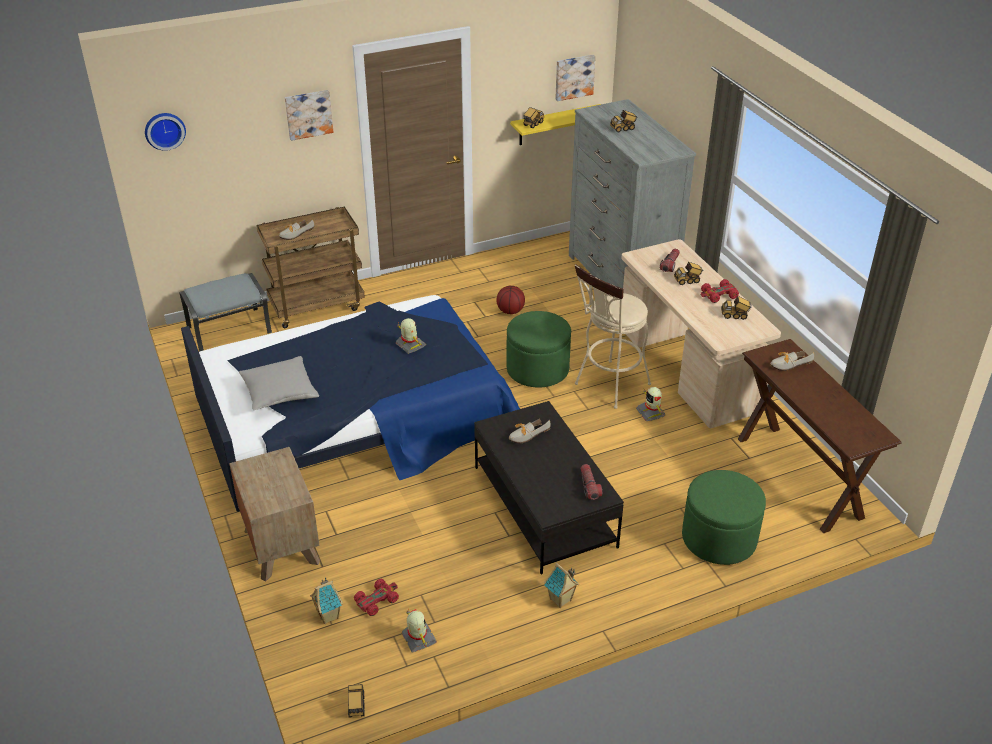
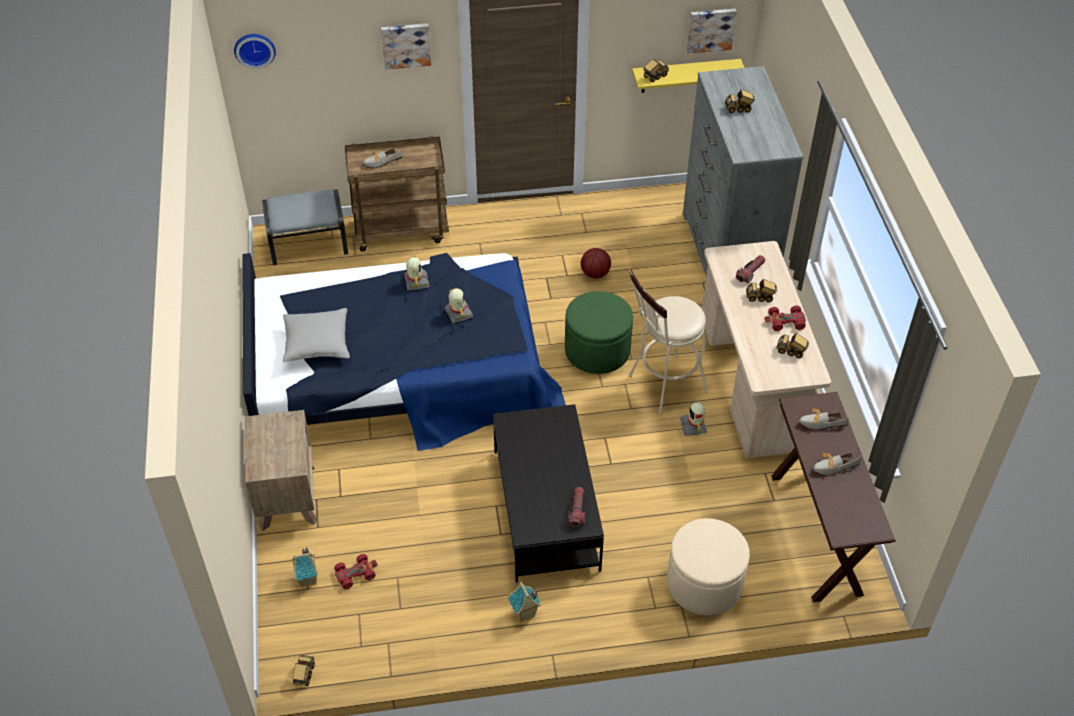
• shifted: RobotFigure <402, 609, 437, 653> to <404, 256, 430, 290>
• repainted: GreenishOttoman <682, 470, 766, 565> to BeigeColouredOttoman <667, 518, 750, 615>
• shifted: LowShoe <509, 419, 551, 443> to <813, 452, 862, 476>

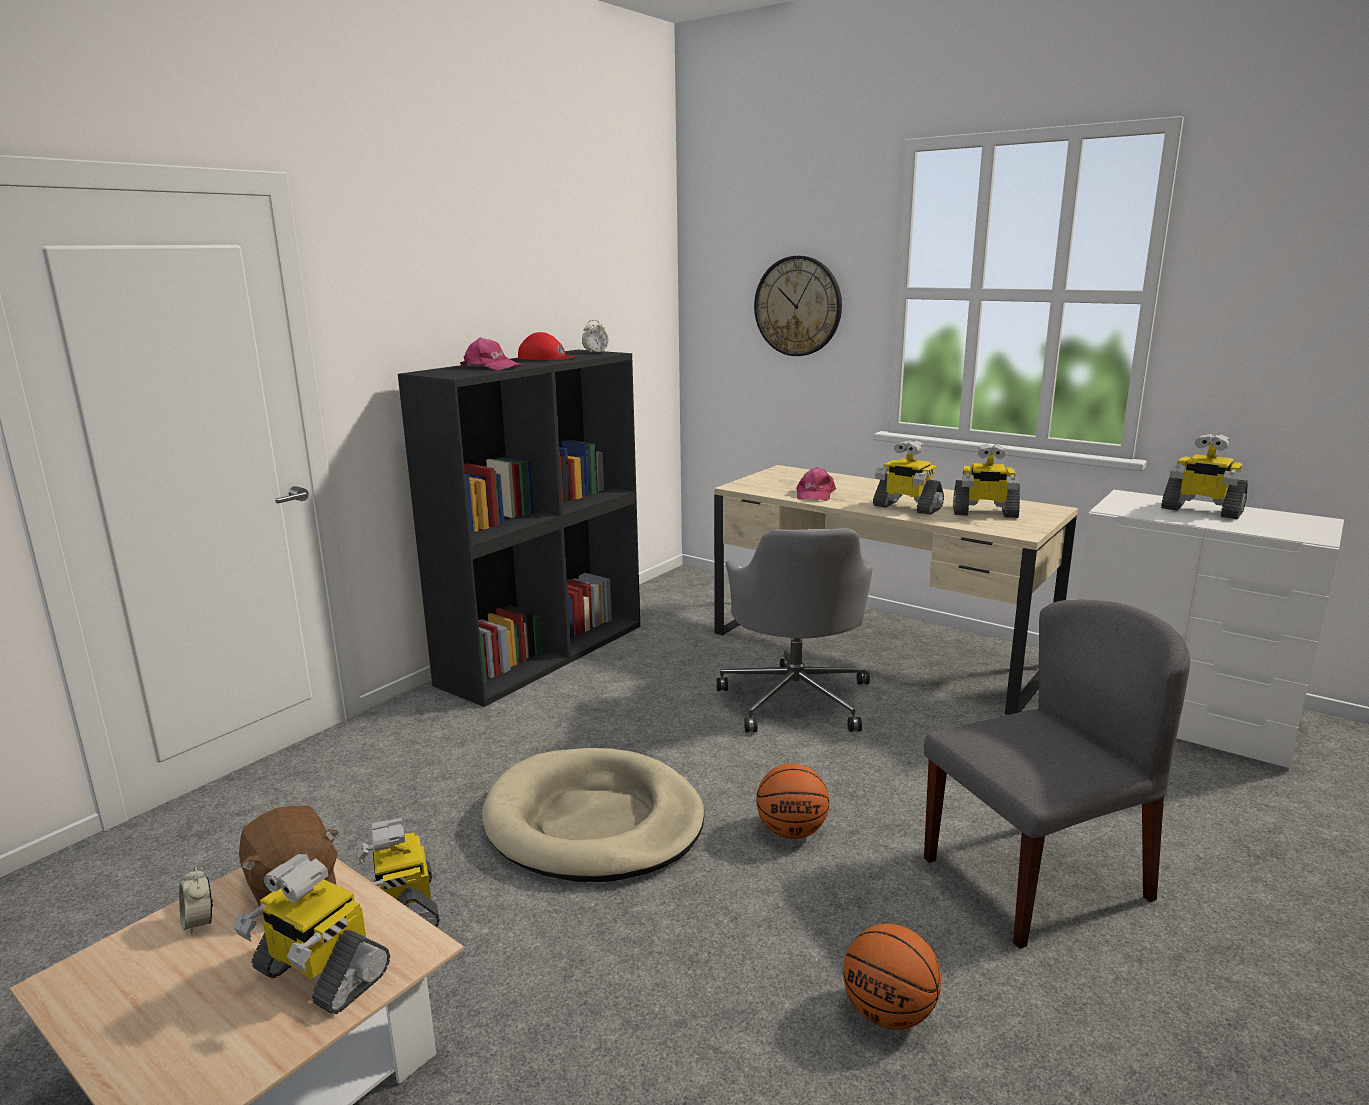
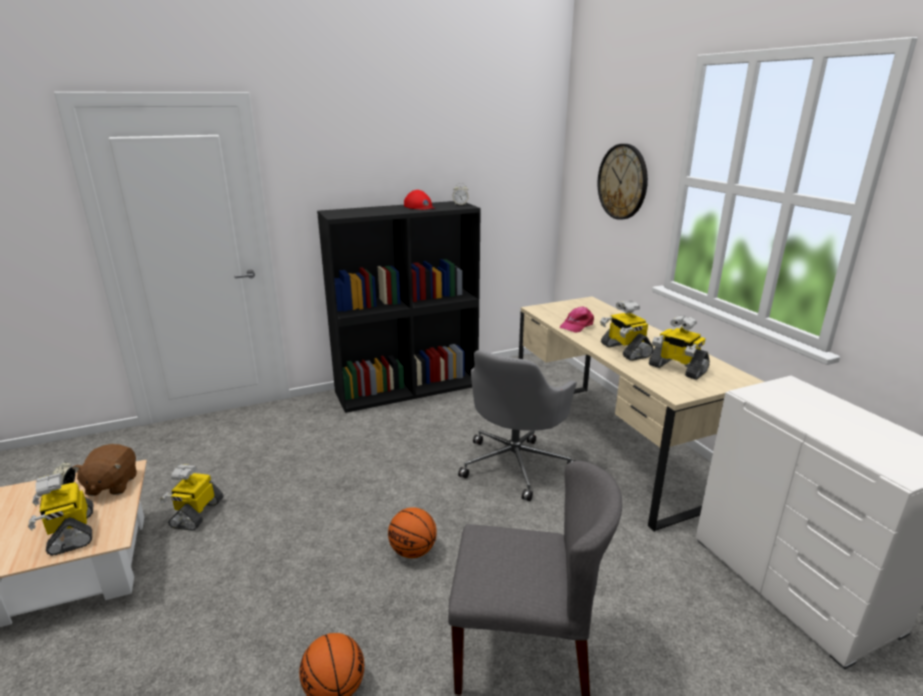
• gone: PinkColouredCap <460, 338, 521, 370>
• gone: BeigeColouredDogCushion <482, 748, 705, 882>
• gone: RobotFigure <1161, 433, 1248, 519>

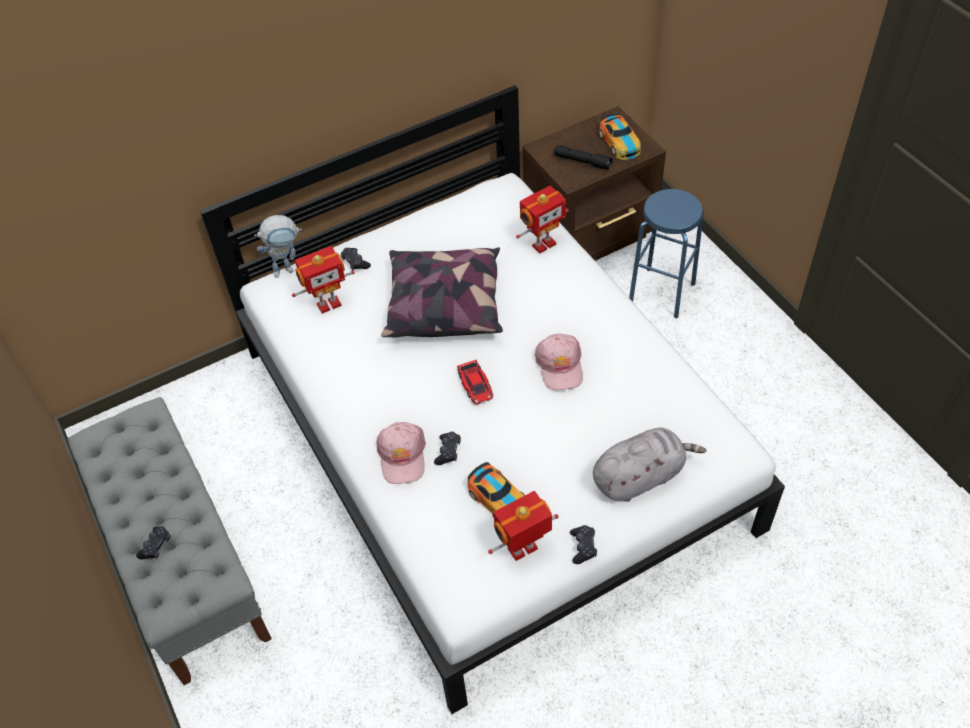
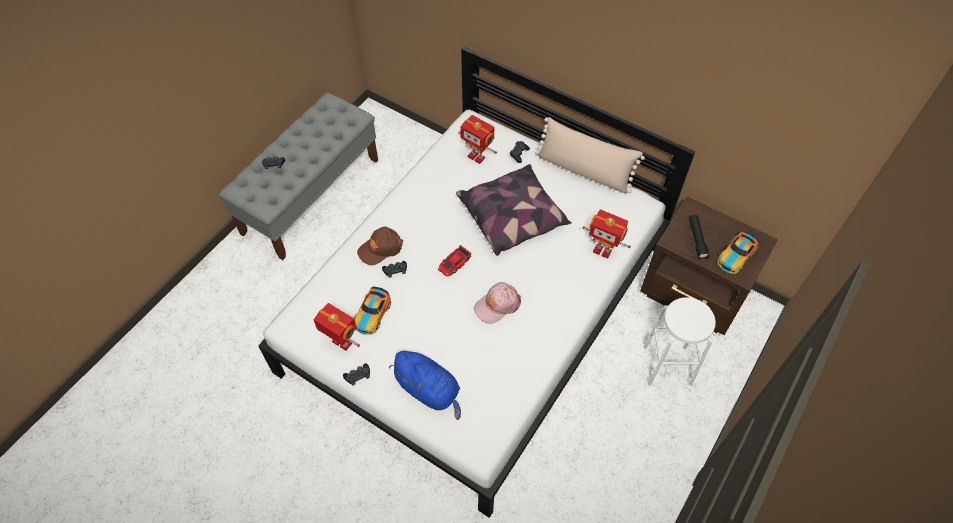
• repainted: PinkColouredCap <376, 422, 426, 484> to BrownishCap <357, 227, 403, 265>
• repainted: GrayPlushToy <593, 427, 706, 502> to BlueColouredPlushToy <389, 351, 461, 420>
• new: BeigeColouredCushion <535, 117, 645, 194>
• repainted: BlueColouredSittingStool <629, 189, 704, 319> to WhitishSittingStool <643, 297, 716, 386>
• gone: RobotFigure <254, 215, 302, 278>

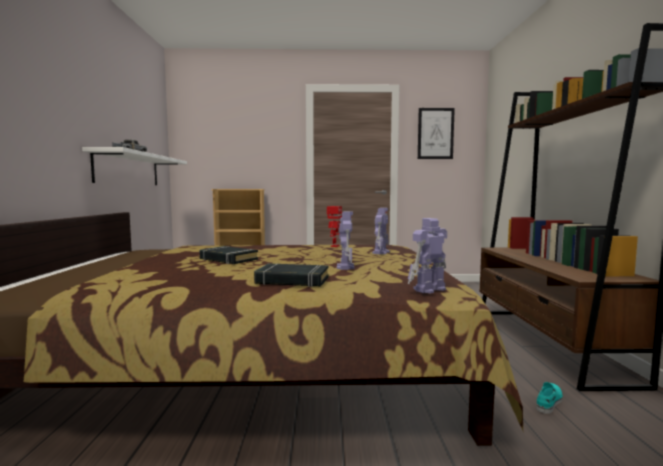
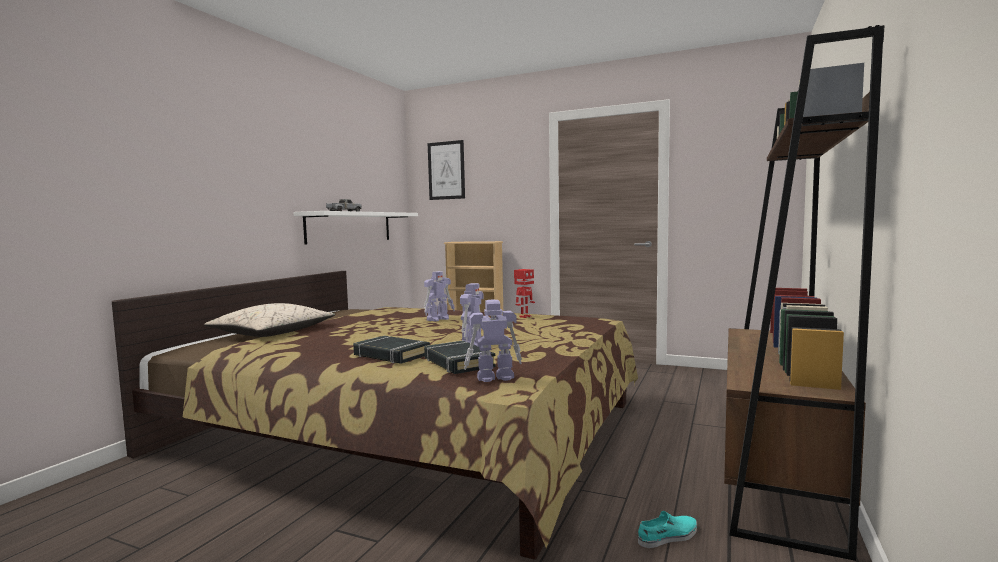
• new: BeigeColouredCushion <204, 303, 335, 337>
• shifted: RobotFigure <372, 208, 390, 254> to <424, 271, 455, 321>
• shifted: BlackBook <200, 246, 258, 264> to <424, 341, 496, 374>
• shifted: Picture <418, 108, 455, 159> to <428, 140, 465, 200>

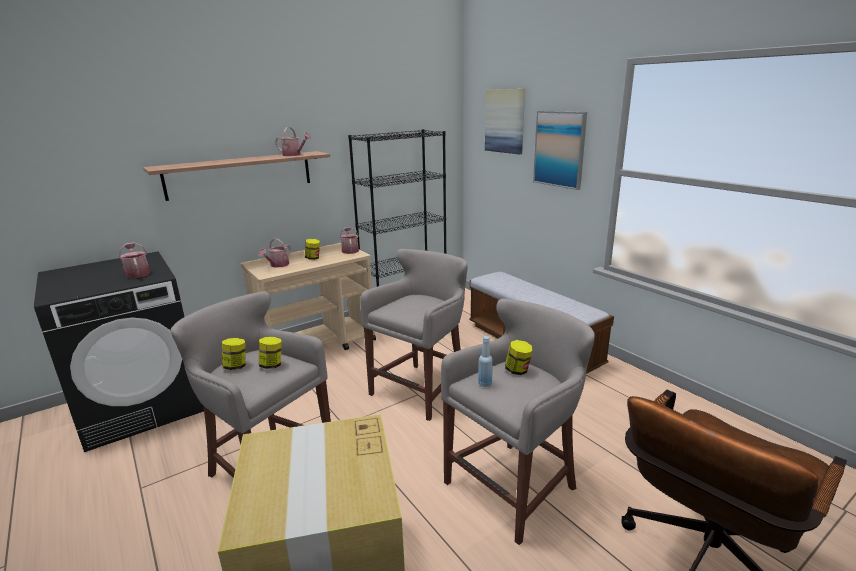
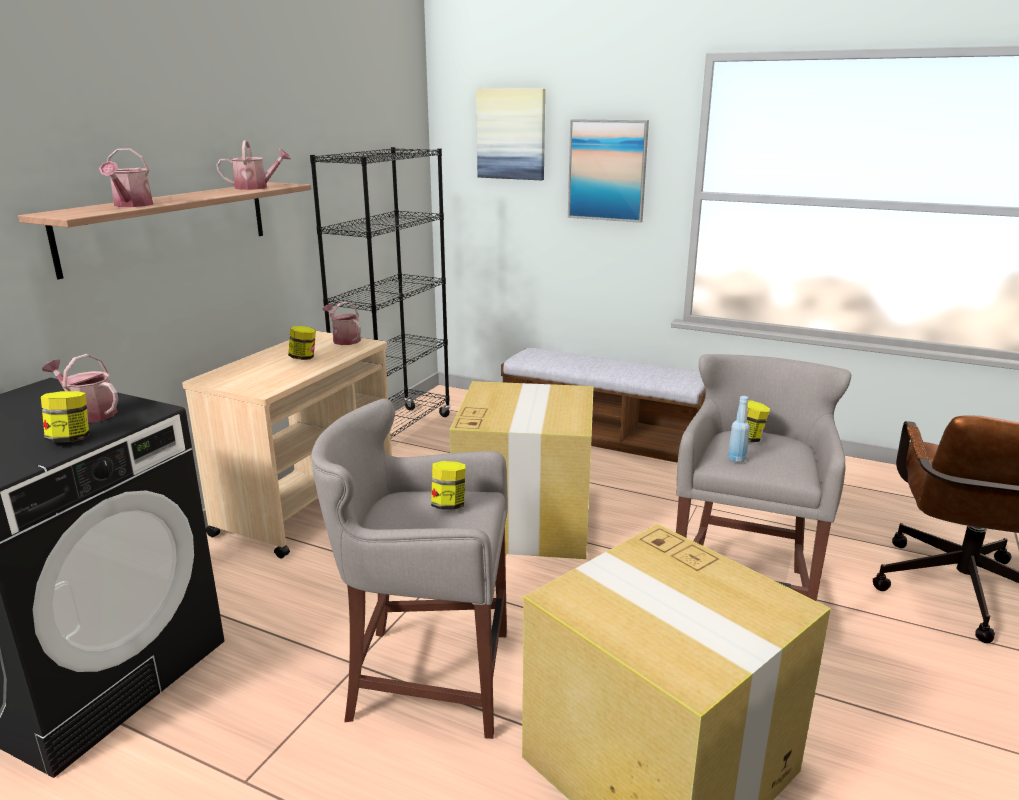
• shifted: StorageJar <222, 338, 245, 370> to <41, 391, 89, 443>
• shifted: WateringPot <258, 239, 291, 268> to <99, 148, 153, 207>
• swapped: GraySittingStool <360, 249, 468, 421> to Carton <450, 381, 594, 559>

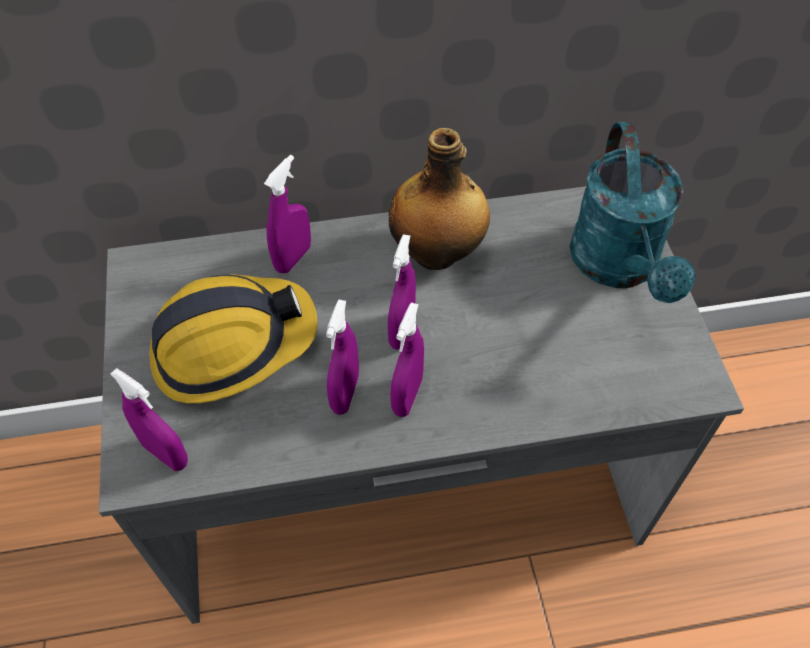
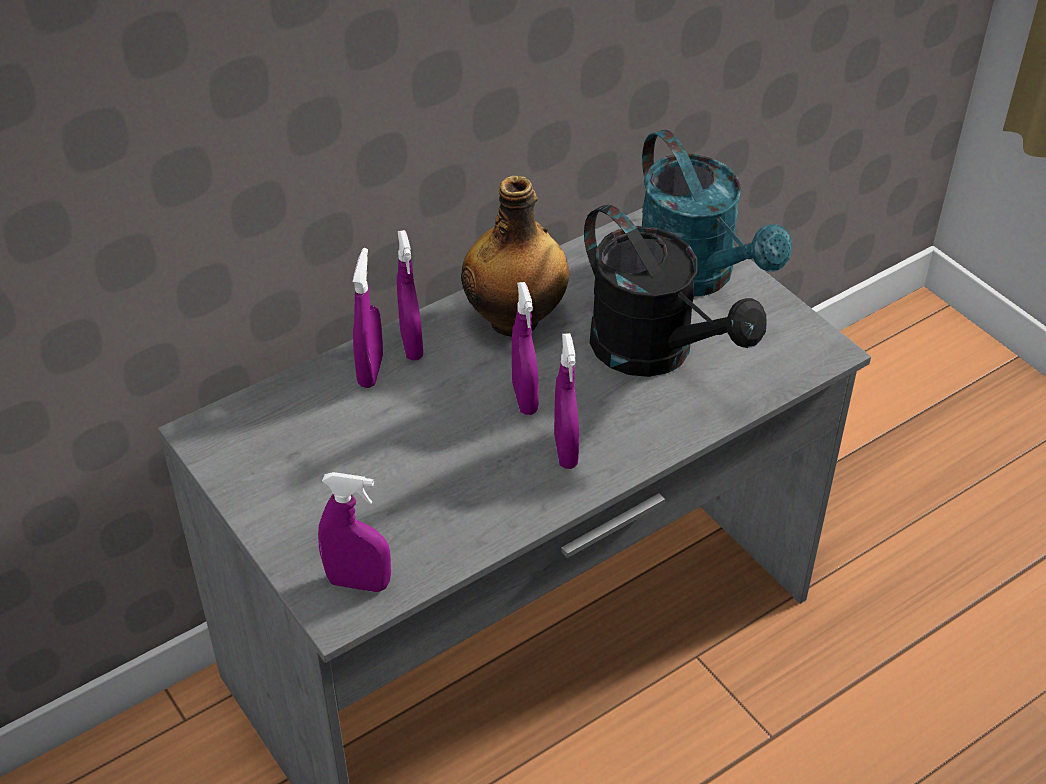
• shifted: PurpleHandSprayer <326, 299, 359, 415> to <397, 230, 423, 360>
• new: BlackWateringPot <584, 205, 767, 377>
• gone: SafetyHelmet <149, 274, 318, 403>

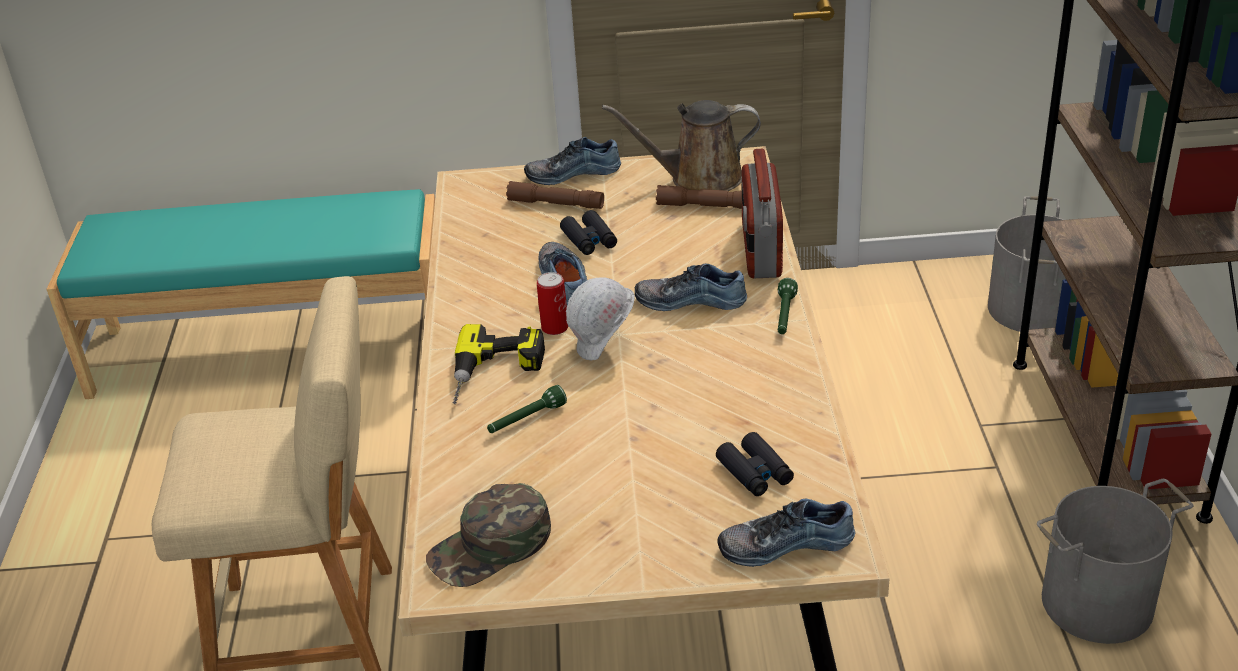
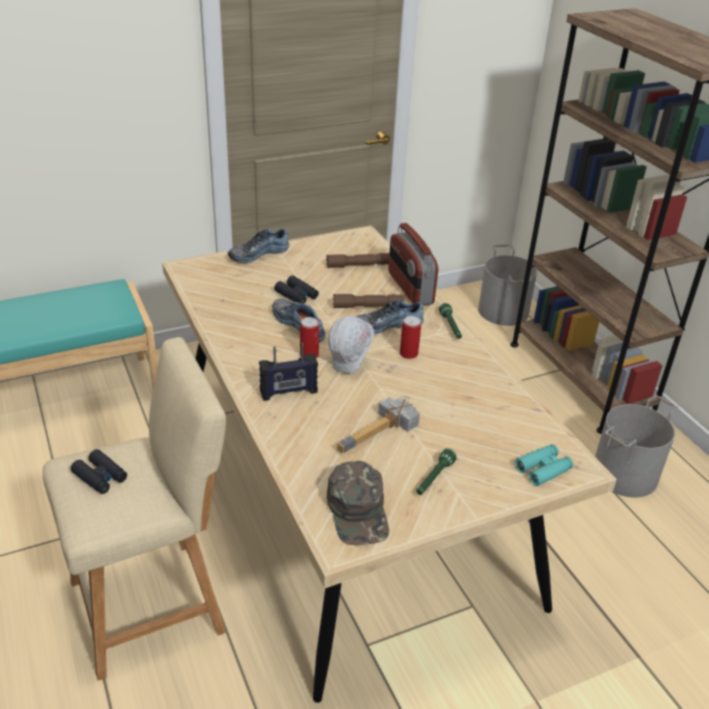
• shifted: BlackPairOfBinoculars <716, 432, 794, 496> to <71, 449, 127, 494>
• swapped: ElectricDrill <453, 324, 545, 404> to RadioReceiver <259, 343, 318, 401>
• rotated: GreenishCap <426, 483, 551, 587> = <327, 461, 389, 545> 45 degrees counterclockwise
• shifted: BrownishHandTorch <506, 181, 604, 209> to <333, 294, 404, 308>
• new: HandHammer <337, 397, 420, 453>
• new: SealedCan <400, 316, 421, 359>
• shifted: GreenishHandTorch <487, 385, 567, 433> to <416, 448, 457, 495>
• swapped: LowShoe <717, 499, 855, 567> to TurquoiseColouredPairOfBinoculars <515, 444, 574, 486>
• gone: BrownishWateringPot <602, 100, 761, 191>

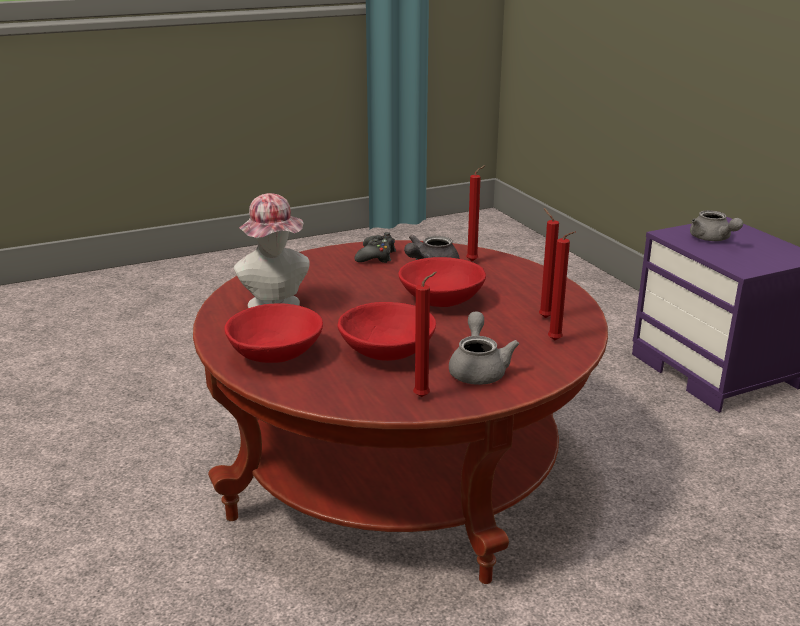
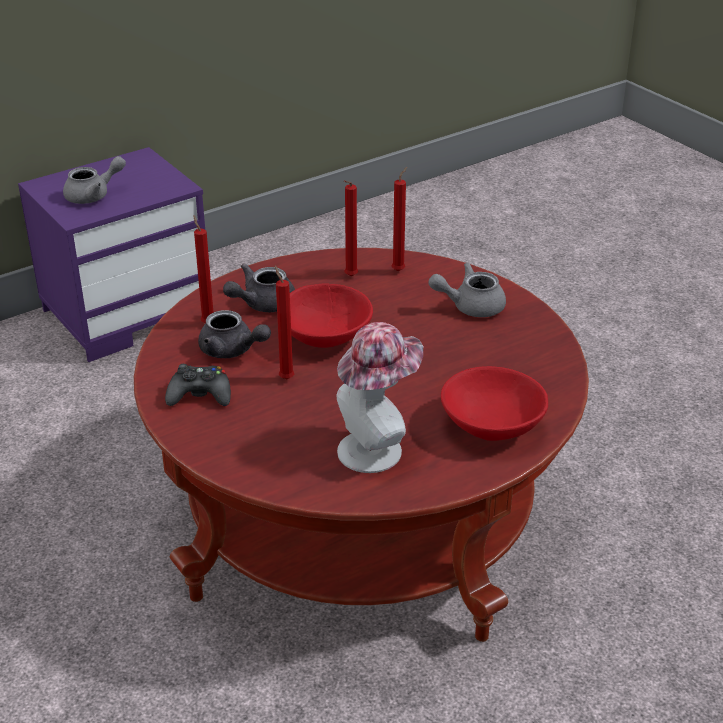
• new: GrayTeaPot <223, 263, 295, 312>
• shifted: RedColouredWaxLight <413, 272, 437, 397> to <275, 266, 294, 379>
• gone: RedColouredDeepDish <337, 302, 436, 361>

